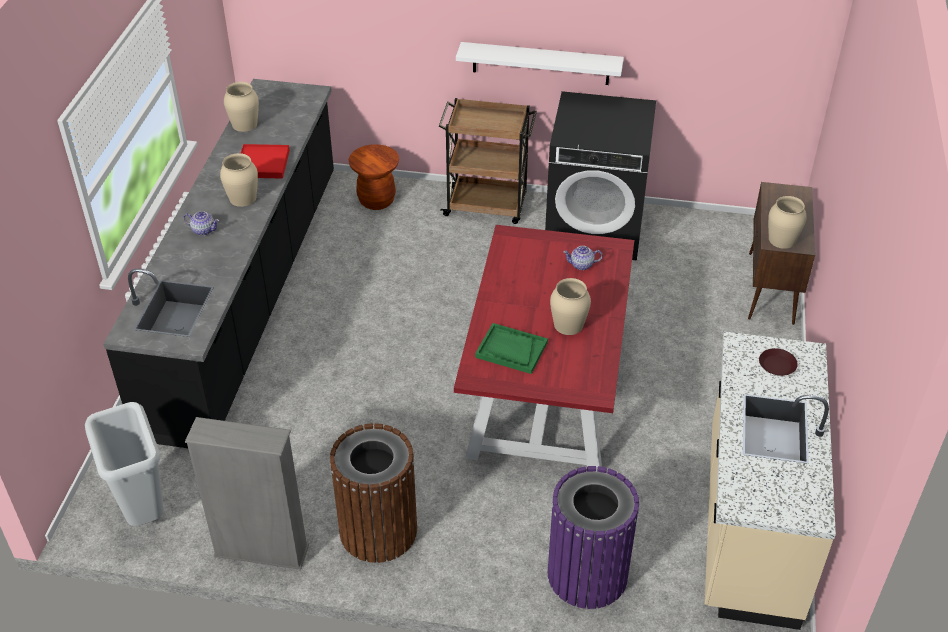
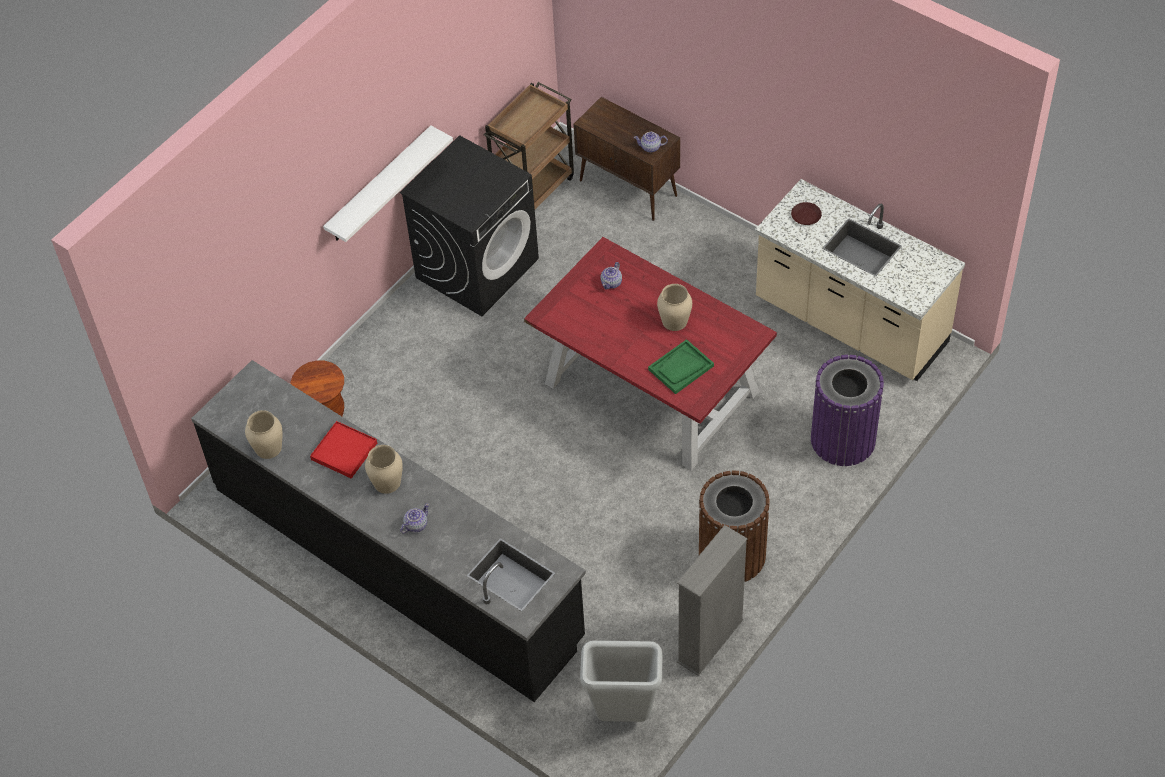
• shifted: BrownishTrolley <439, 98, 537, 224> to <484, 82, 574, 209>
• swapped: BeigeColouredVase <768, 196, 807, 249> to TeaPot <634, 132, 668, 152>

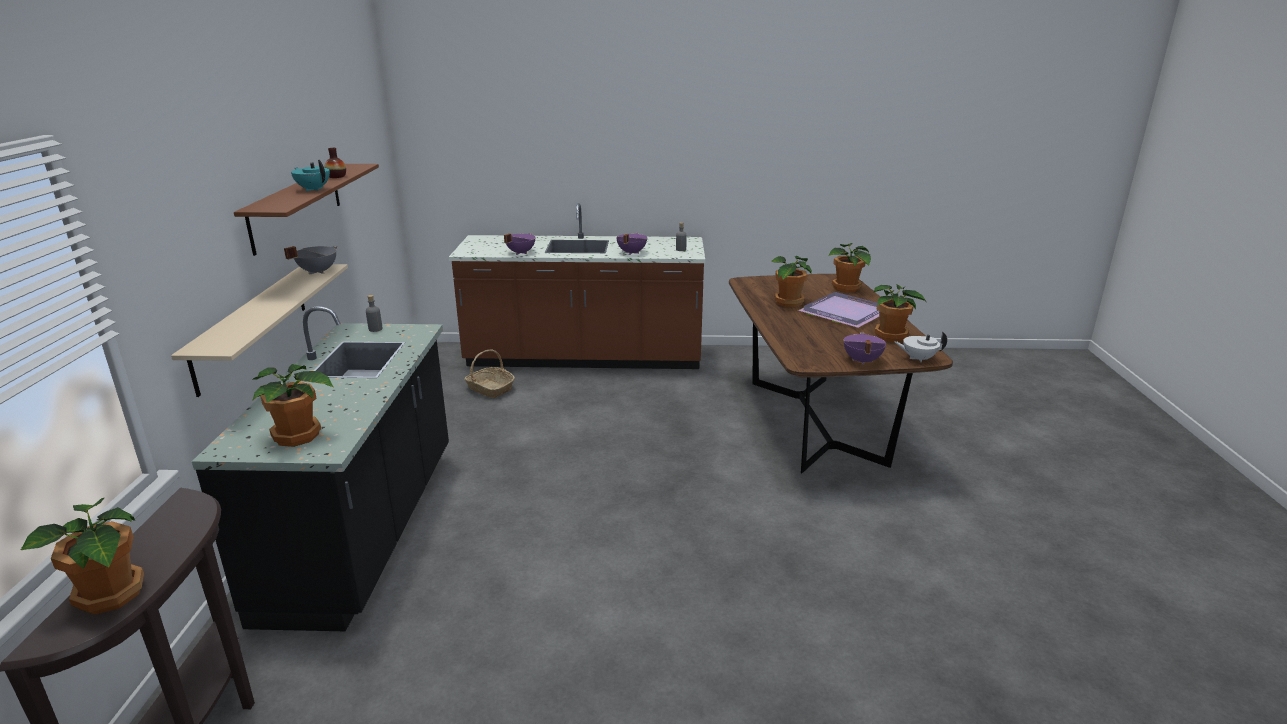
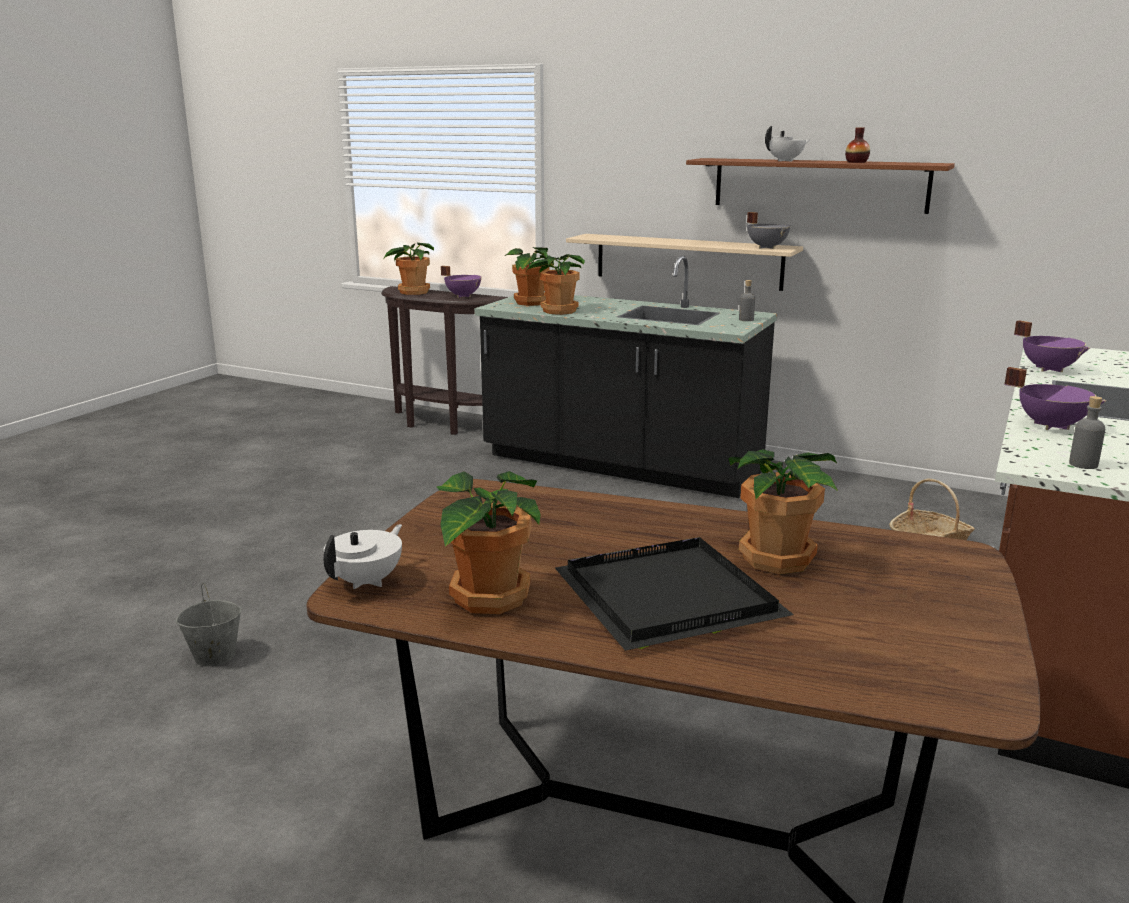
• new: GrayWaterBucket <176, 583, 241, 666>
• shifted: PurpleSaucepot <843, 332, 886, 365> to <441, 266, 482, 298>
• shifted: PottedPlant <828, 243, 871, 293> to <526, 254, 585, 315>
• repainted: PurpleTray <798, 292, 879, 328> to BlackTray <555, 537, 794, 651>
• repainted: TurquoiseColouredTeaPot <291, 159, 330, 191> to WhitishTeaPot <765, 126, 809, 161>

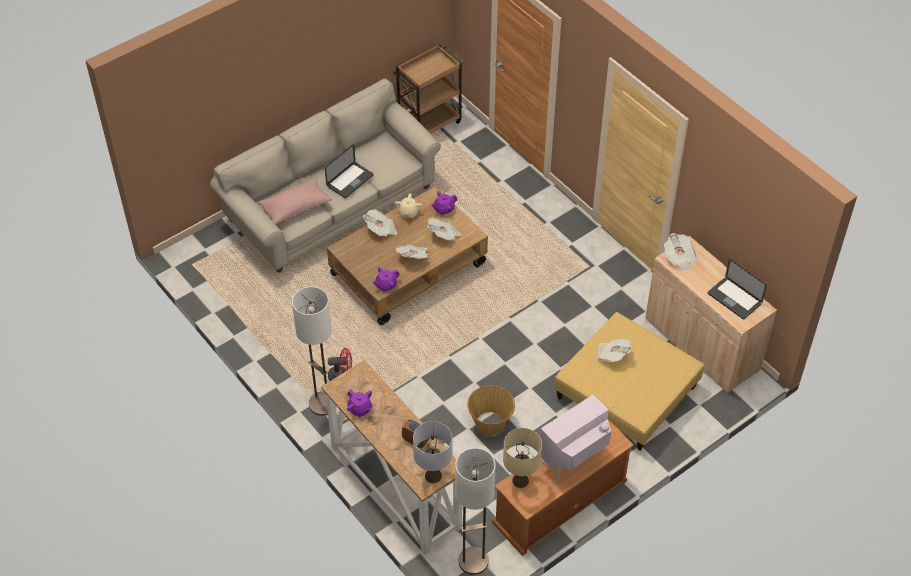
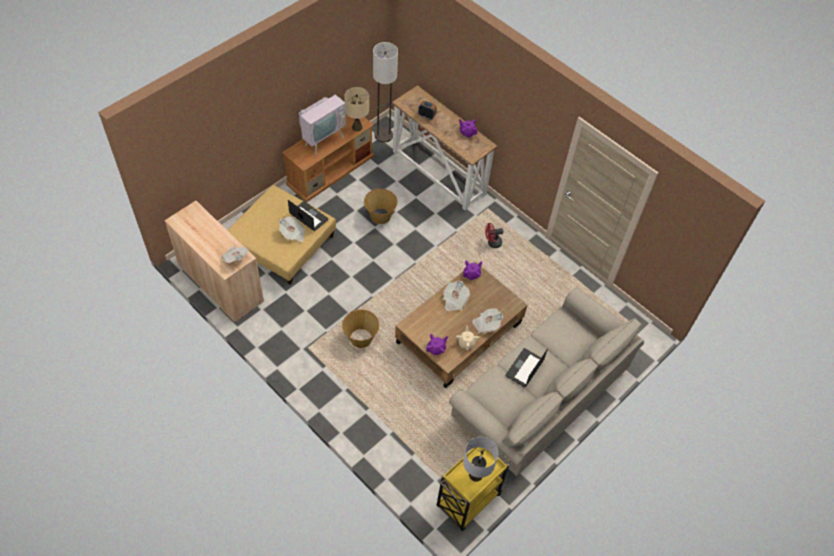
• shifted: PortableComputer <708, 259, 767, 319> to <288, 200, 328, 231>
• new: StorageBasket <342, 309, 379, 348>
• repainted: BrownishTrolley <393, 44, 464, 134> to YellowColouredTrolley <437, 447, 511, 531>
• shifted: GrayLampForATable <413, 421, 452, 483> to <463, 437, 499, 482>
• gone: PinkColouredCushion <258, 178, 332, 224>
• gone: StandardLamp <292, 286, 332, 416>
• gone: PrintedPaper <427, 218, 461, 241>

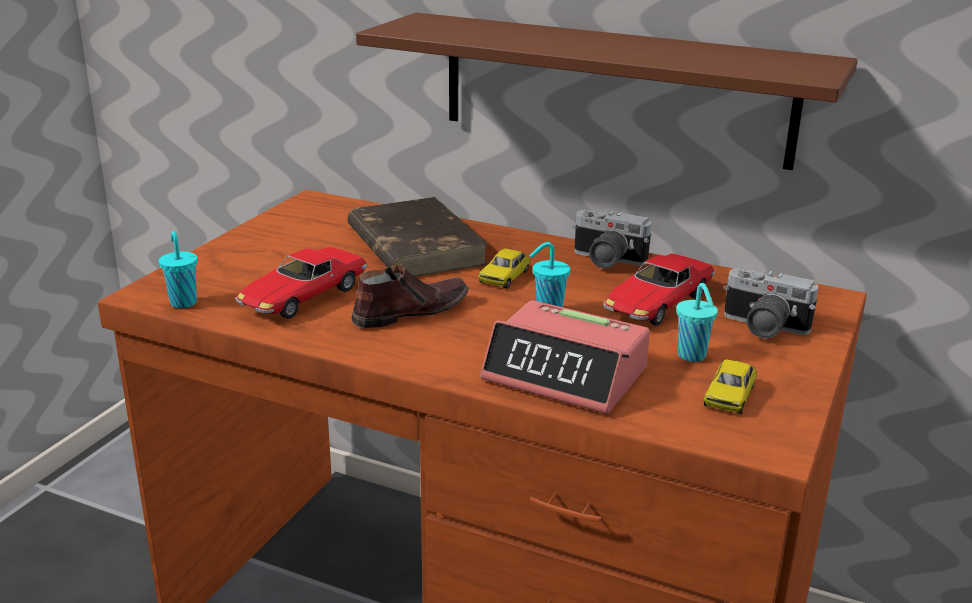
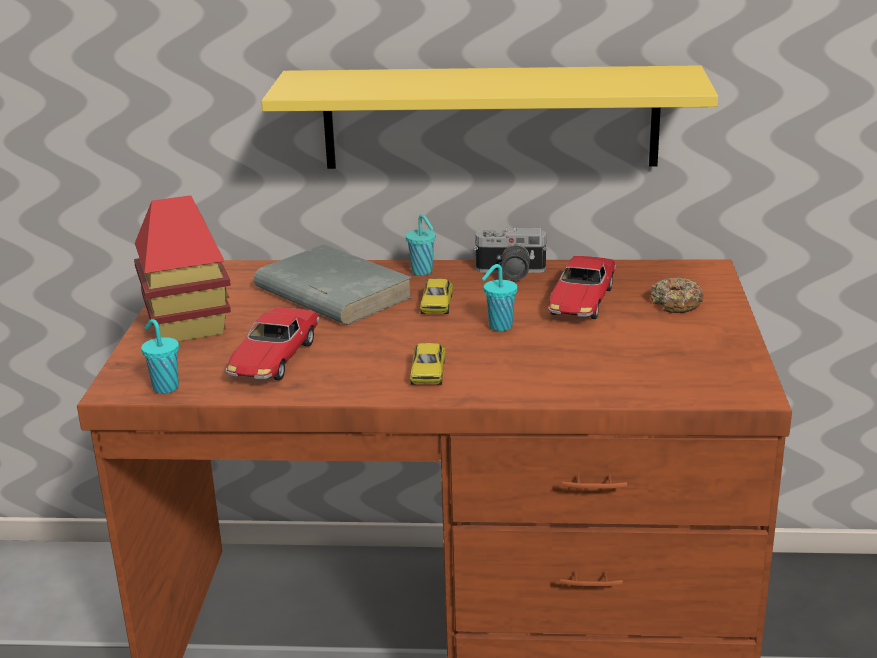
• new: ModelHouse <134, 195, 231, 341>
• repainted: BrownishBook <347, 197, 488, 277> to GrayBook <254, 244, 413, 325>
• repainted: BrownishBracketShelf <356, 13, 858, 170> to YellowColouredBracketShelf <261, 65, 718, 169>
• shifted: TurquoiseColouredSmallCup <676, 283, 718, 362> to <405, 214, 436, 276>
• shifted: ModelCar <703, 359, 757, 414> to <410, 343, 445, 384>
• swapped: StillCamera <723, 268, 818, 339> to Donut <650, 277, 704, 313>
• gone: BrownishLowShoe <352, 264, 469, 328>
• gone: TableClock <480, 300, 650, 414>

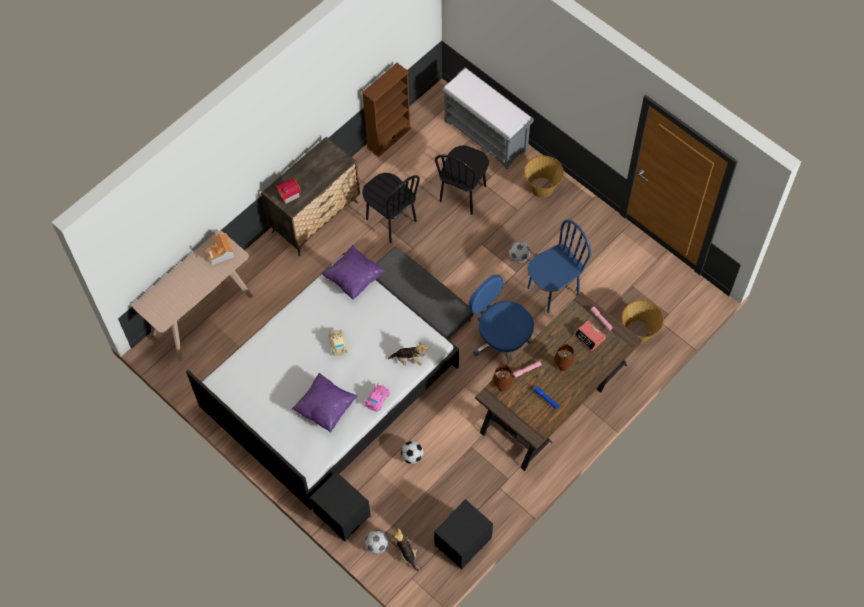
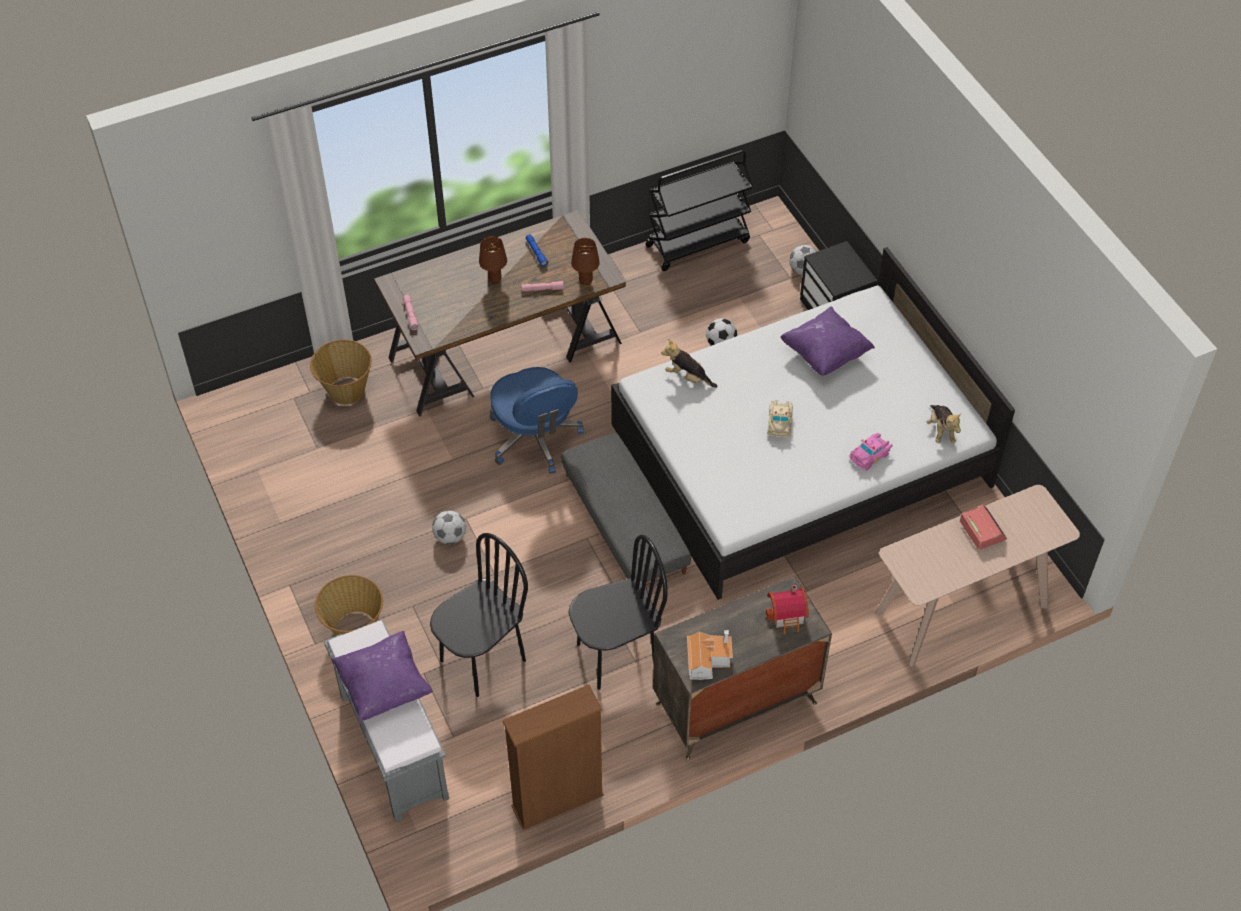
• shifted: PurpleCushion <322, 245, 385, 300> to <332, 631, 433, 722>
• rotated: BlackUprightChair <362, 173, 420, 243> = <569, 535, 668, 690> 90 degrees clockwise
• swapped: BlackNightTable <434, 499, 493, 570> to BlackTrolley <646, 150, 753, 271>
• shifted: ModelHouse <206, 233, 234, 265> to <687, 630, 733, 680>
• shifted: PinkColouredModelCar <364, 384, 390, 412> to <849, 433, 893, 471>
• shifted: PlushToy <392, 529, 419, 571> to <927, 405, 961, 443>
• shifted: TableClock <573, 320, 606, 352> to <960, 504, 1007, 550>
• gone: BlueColouredUprightChair <527, 220, 591, 313>

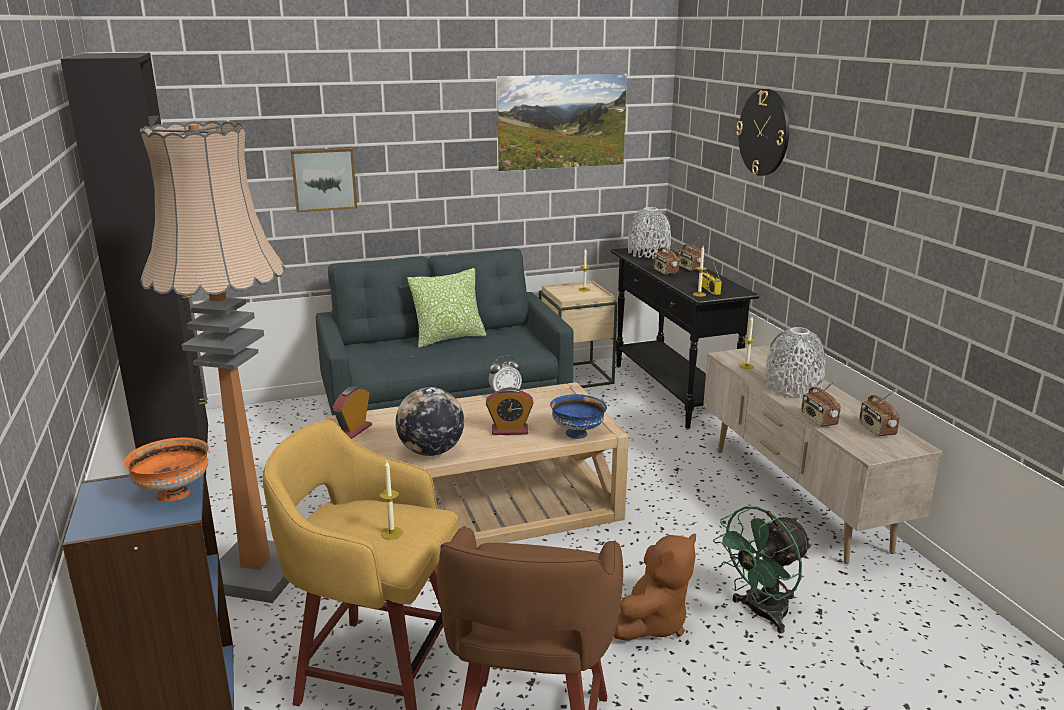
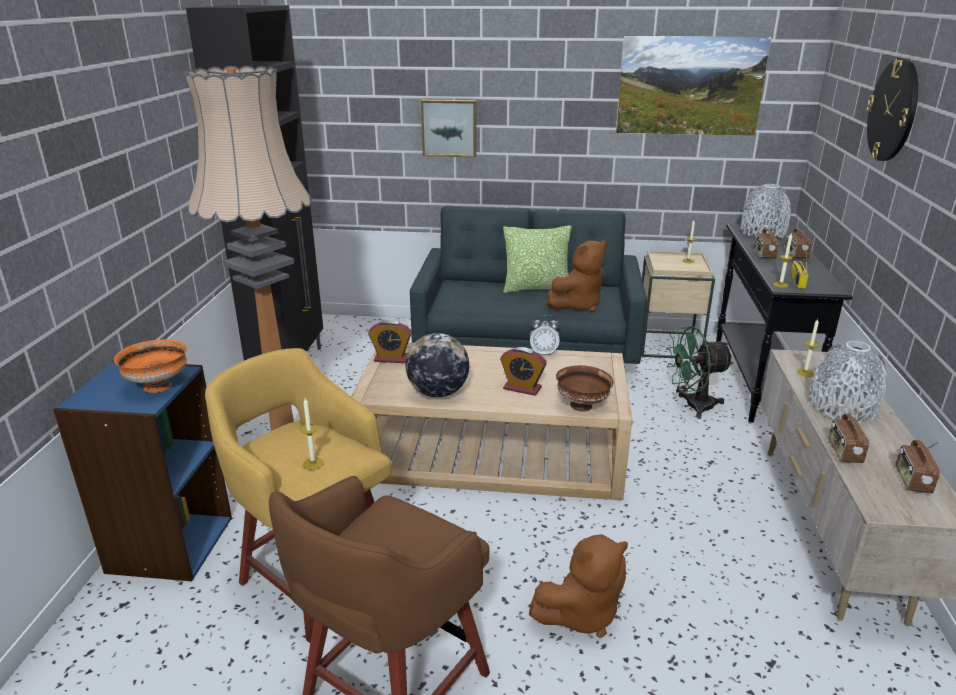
• rotated: TableClock <332, 386, 372, 439> = <368, 320, 412, 363> 135 degrees counterclockwise
• new: BrownishPlushToy <547, 240, 607, 312>
• repainted: BlueColouredDeepDish <550, 394, 607, 439> to BrownishDeepDish <556, 365, 614, 412>
• shifted: GreenishElectricFan <713, 506, 812, 633> to <666, 327, 734, 418>

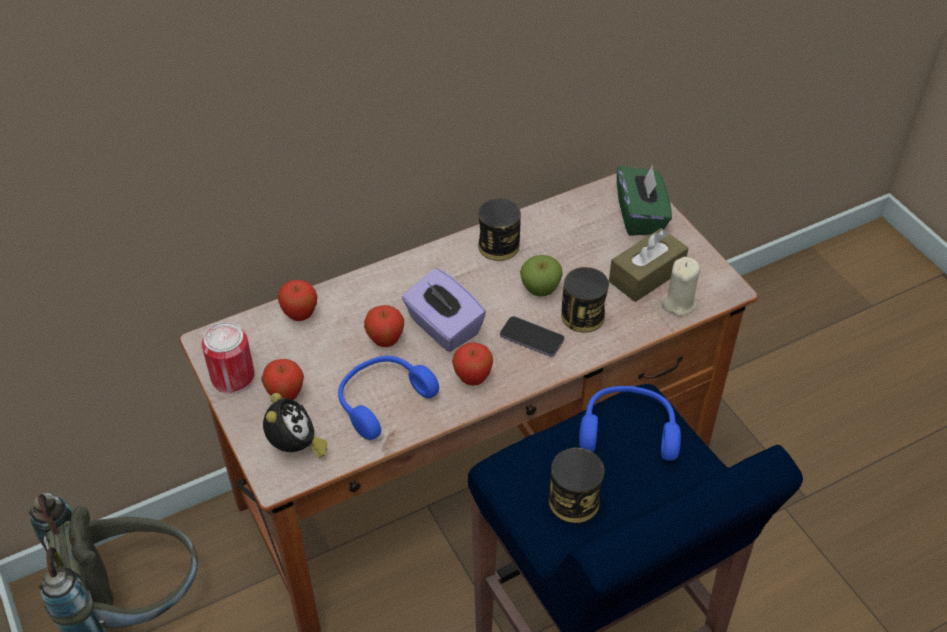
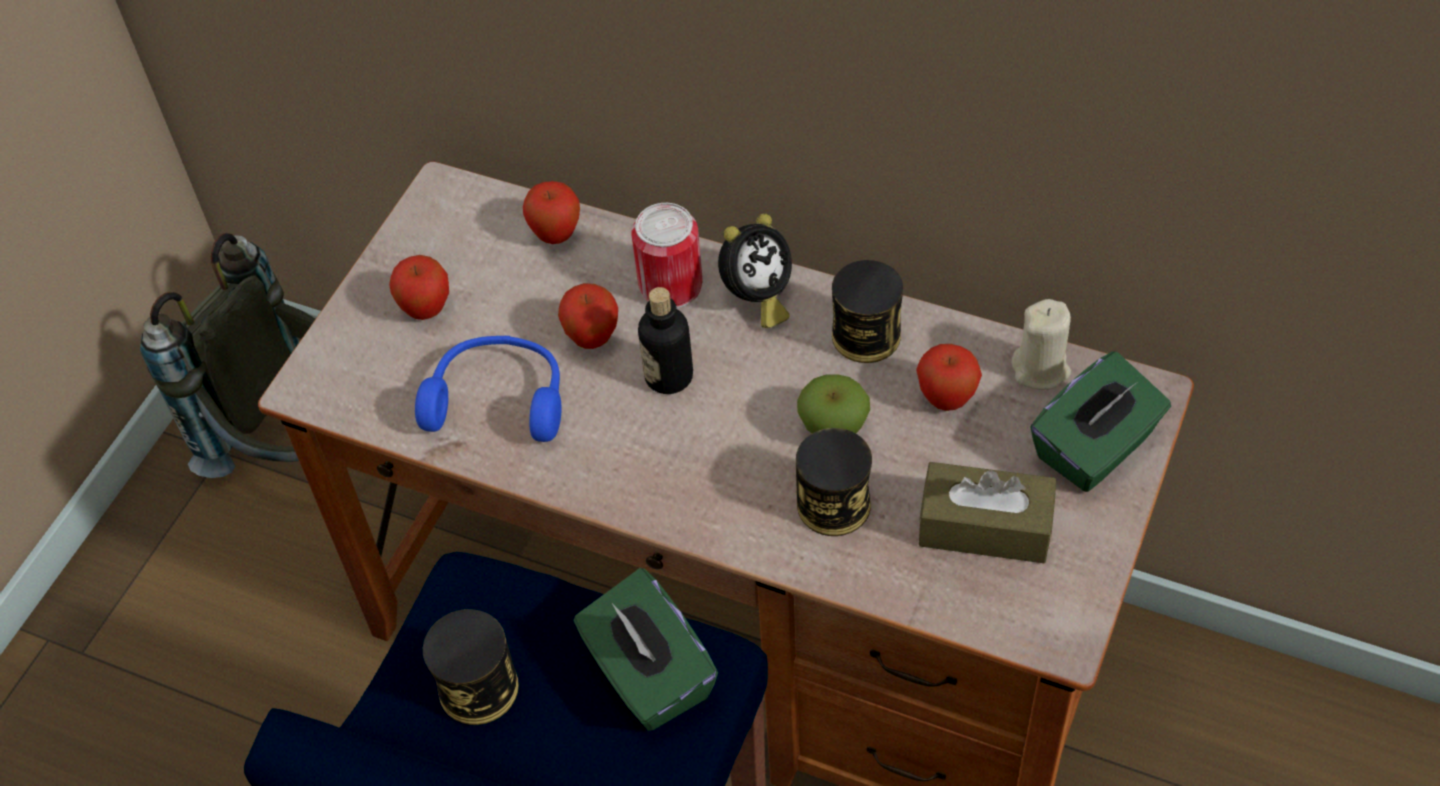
• swapped: BlueColouredHeadphones <579, 386, 681, 461> to GreenishTissueBox <574, 568, 718, 731>
• shifted: SealedCan <202, 322, 255, 394> to <632, 203, 702, 308>
• swapped: PurpleTissueBox <402, 268, 486, 352> to DrinkBottle <638, 287, 693, 394>
• shifted: TableClock <263, 393, 327, 458> to <718, 213, 792, 328>
• shifted: AppleFruit <452, 342, 493, 386> to <916, 344, 982, 411>
• shifted: BeigeColouredWaxLight <661, 257, 700, 316> to <1012, 299, 1071, 390>
• gone: Telephone <500, 316, 564, 357>

